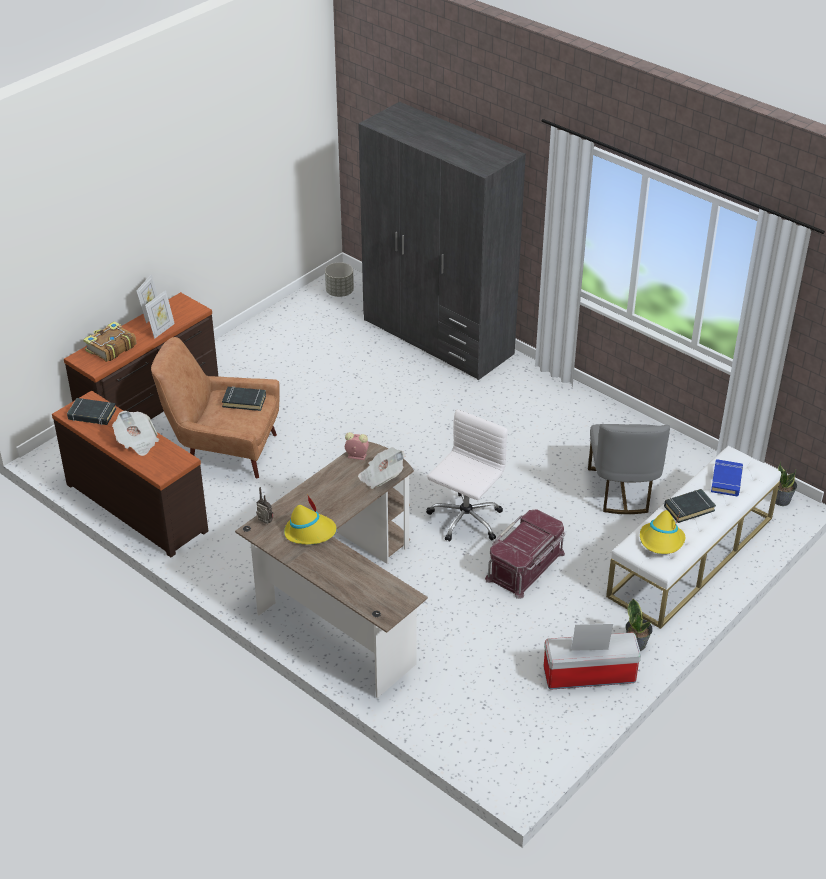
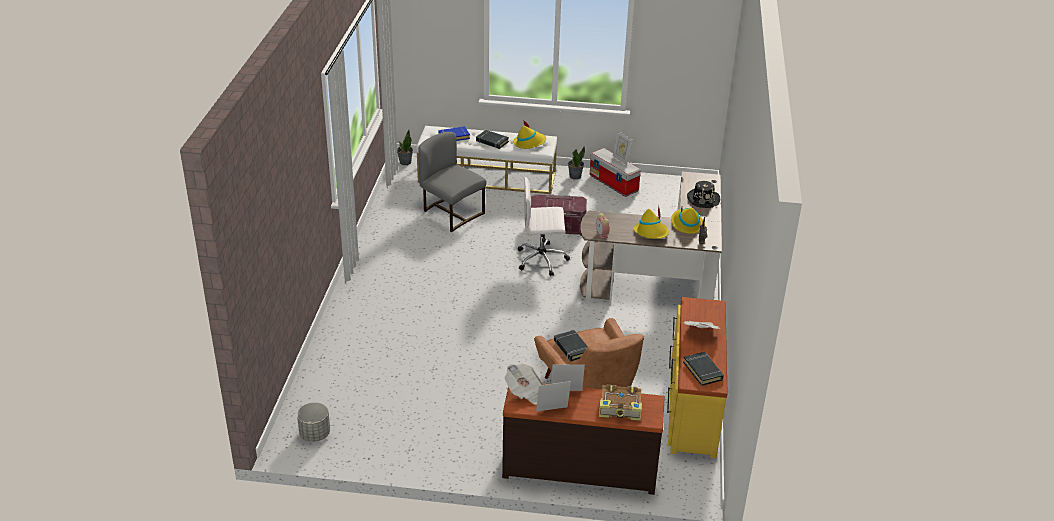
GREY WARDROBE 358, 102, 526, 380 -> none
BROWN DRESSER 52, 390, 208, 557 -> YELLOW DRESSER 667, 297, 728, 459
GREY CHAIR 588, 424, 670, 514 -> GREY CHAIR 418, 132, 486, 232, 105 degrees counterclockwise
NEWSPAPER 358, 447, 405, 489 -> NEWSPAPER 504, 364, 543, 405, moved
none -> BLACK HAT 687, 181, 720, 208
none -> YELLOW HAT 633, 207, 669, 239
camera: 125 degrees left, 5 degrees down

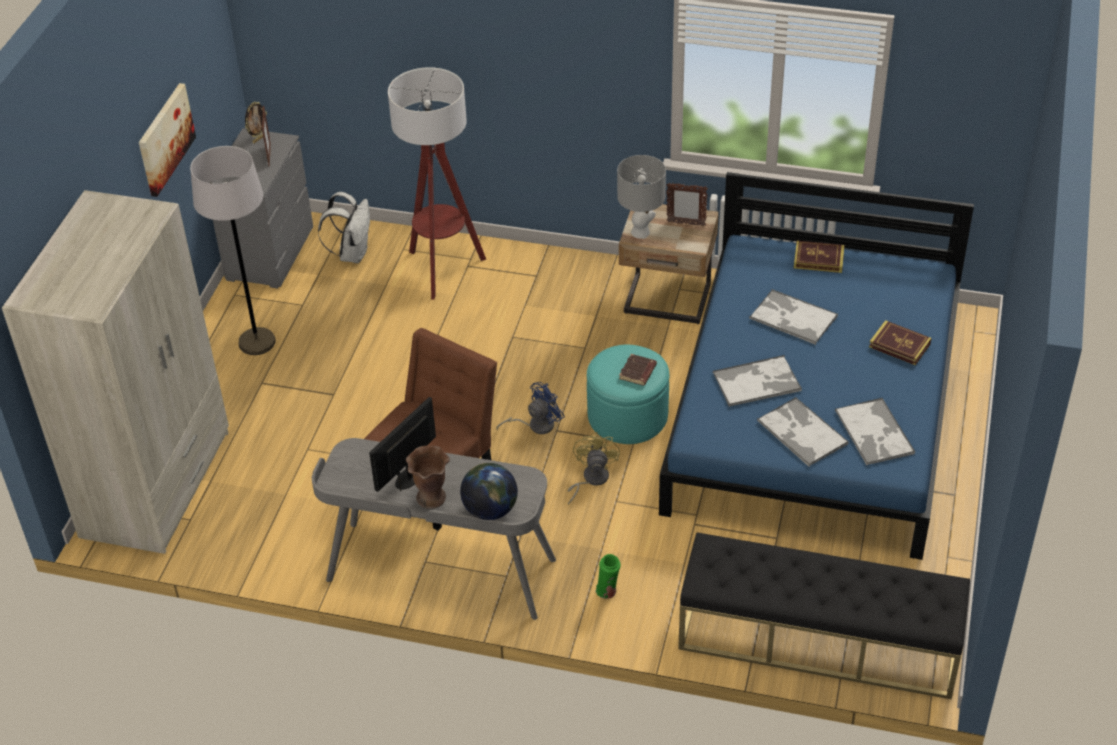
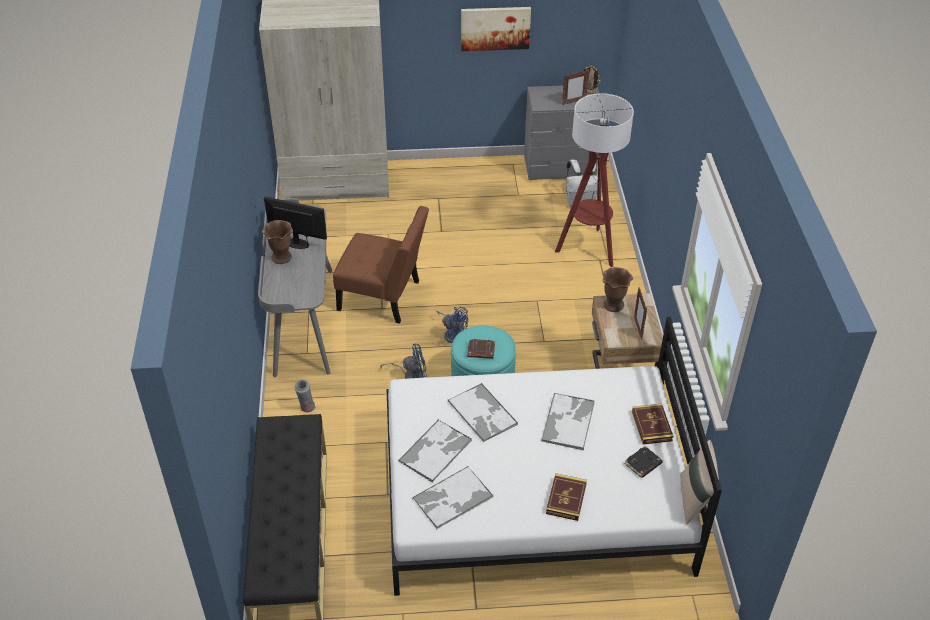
GREY FLOOR LAMP 190, 146, 276, 355 -> none
GREY TABLE LAMP 617, 155, 666, 239 -> BROWN VASE 602, 267, 633, 312
BLUE BED 659, 172, 974, 560 -> WHITE BED 386, 317, 722, 596
YELLOW FAN 568, 432, 620, 505 -> BLUE FAN 380, 343, 427, 379
GLOBE 460, 463, 518, 520 -> none
GREEN VASE 595, 554, 621, 599 -> GREY VASE 295, 380, 315, 412
none -> BEIGE PILLOW 680, 440, 719, 524
none -> BLACK BOOK 624, 446, 663, 478
camera: 70 degrees right, 0 degrees up

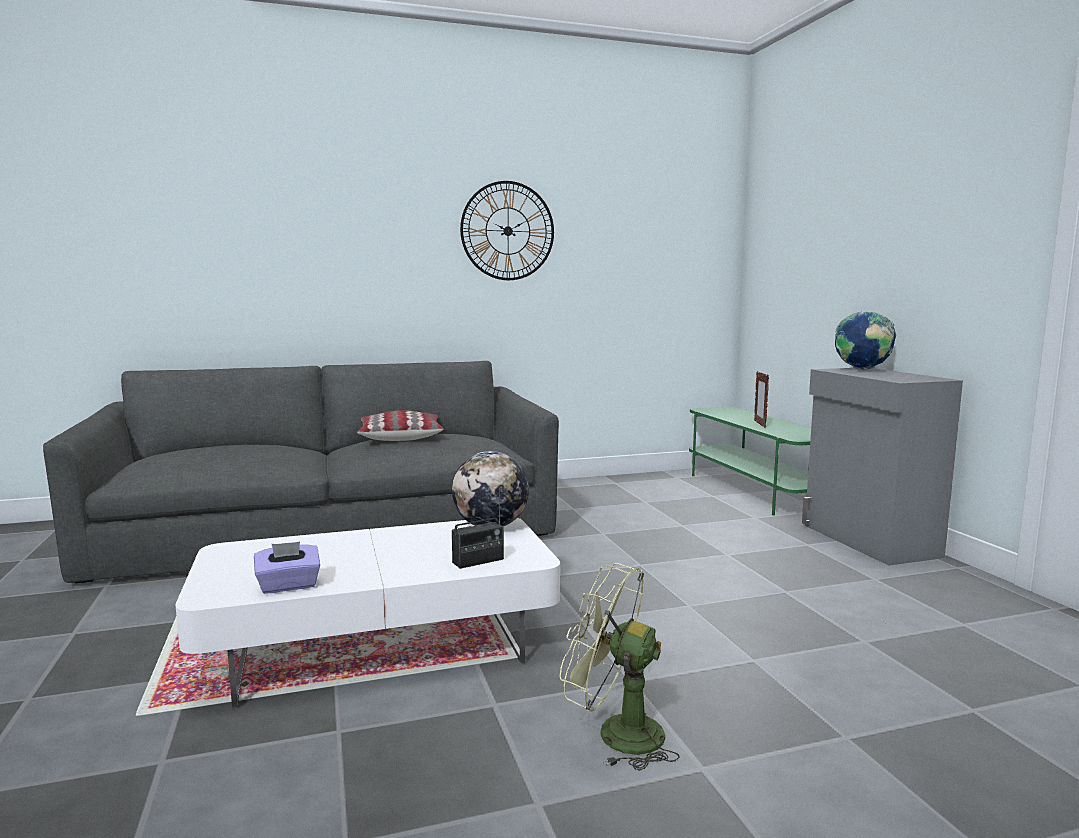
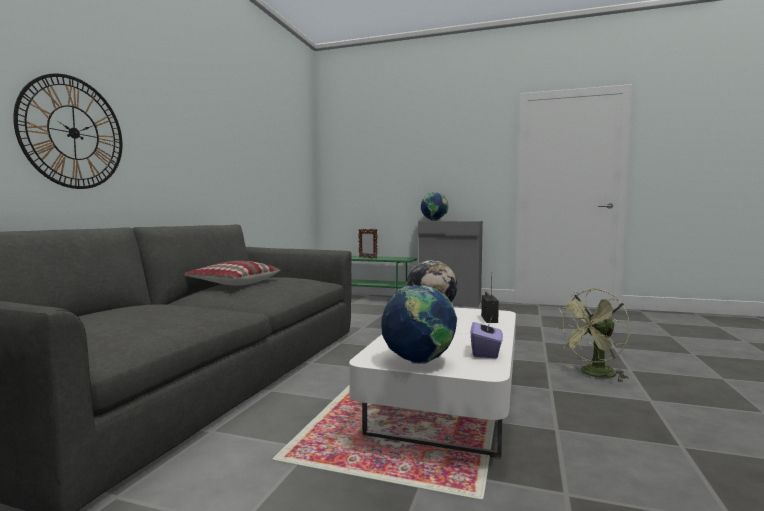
WALL CLOCK 460, 181, 554, 280 -> WALL CLOCK 13, 73, 122, 189, moved
none -> GLOBE 381, 285, 457, 364
camera: 55 degrees left, 5 degrees down

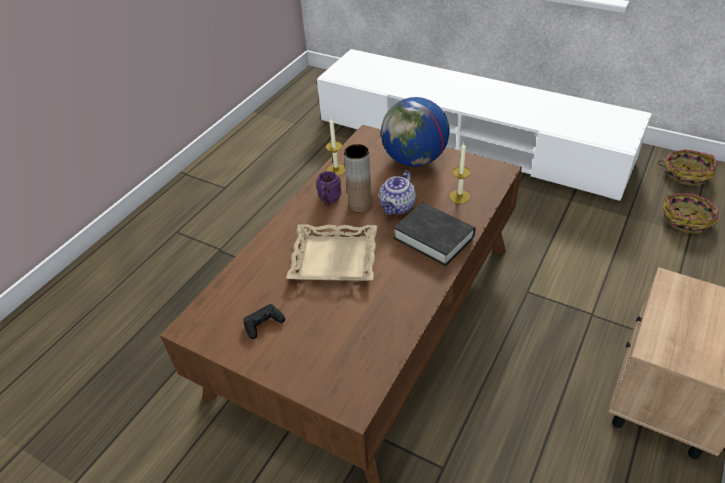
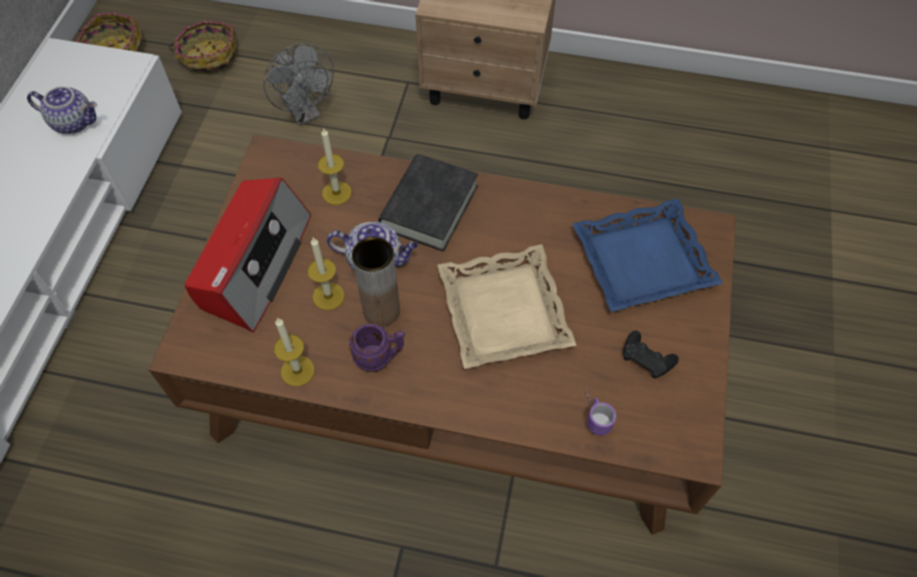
GLOBE 381, 97, 449, 167 -> RADIO 185, 178, 311, 332
none -> GREY FAN 263, 43, 334, 126
none -> TEAPOT 27, 86, 97, 134
none -> BLUE TRAY 573, 199, 723, 312
none -> CANDLE 307, 238, 345, 310
none -> MUG 584, 387, 616, 436
camera: 110 degrees left, 15 degrees up

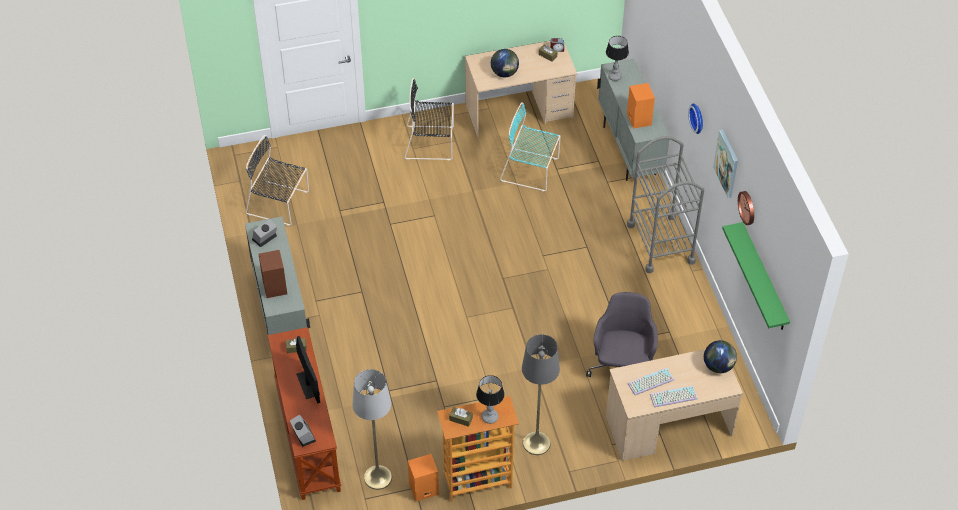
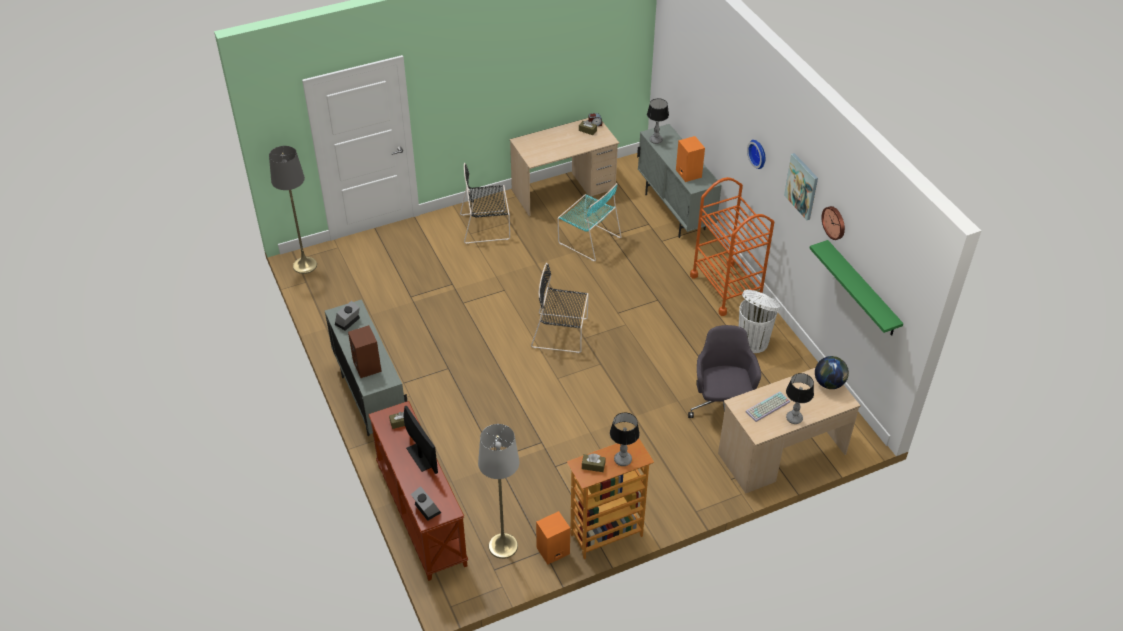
GLOBE 491, 49, 519, 77 -> none
TURQUOISE CHAIR 500, 102, 561, 191 -> TURQUOISE CHAIR 558, 183, 622, 261, 150 degrees counterclockwise
BLACK CHAIR 246, 135, 309, 226 -> BLACK CHAIR 531, 263, 589, 353, moved
GREY CART 627, 136, 704, 273 -> ORANGE CART 690, 177, 774, 316
GREY FLOOR LAMP 522, 334, 560, 455 -> GREY FLOOR LAMP 269, 146, 317, 274, moved
KEYBOARD 650, 386, 698, 407 -> TABLE LAMP 786, 373, 814, 424
none -> WHITE TRASH CAN 739, 290, 780, 353
camera: 10 degrees left, 5 degrees down

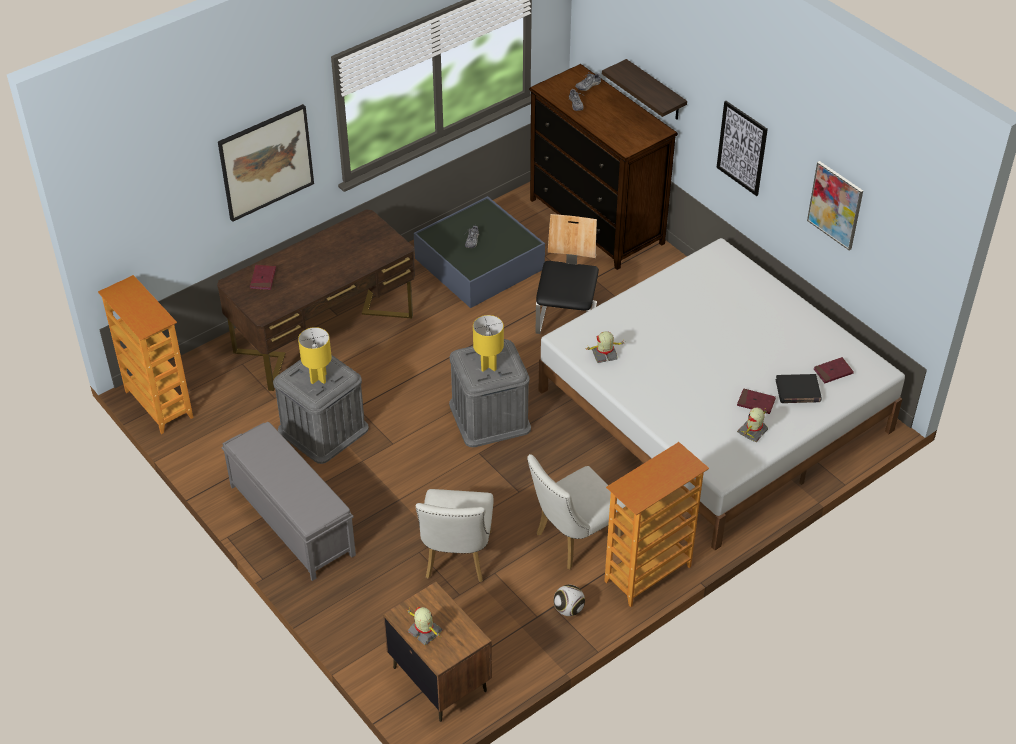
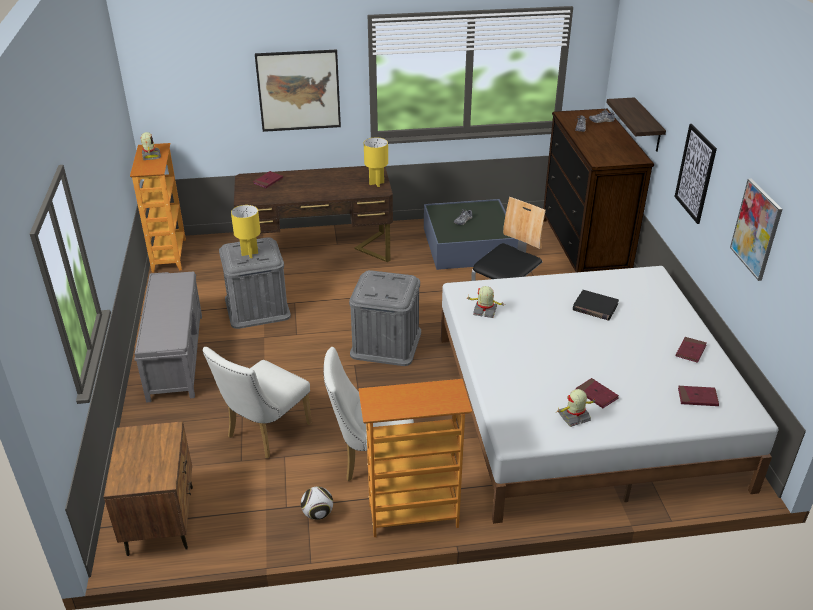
YELLOW TABLE LAMP 473, 315, 504, 372 -> YELLOW TABLE LAMP 364, 137, 388, 187, moved
BLACK BOOK 776, 374, 821, 403 -> BLACK BOOK 573, 290, 619, 321, moved
TOY ROBOT 408, 607, 443, 646 -> TOY ROBOT 141, 132, 161, 160, moved
none -> RED BOOK 676, 337, 707, 363
camera: 30 degrees right, 10 degrees down

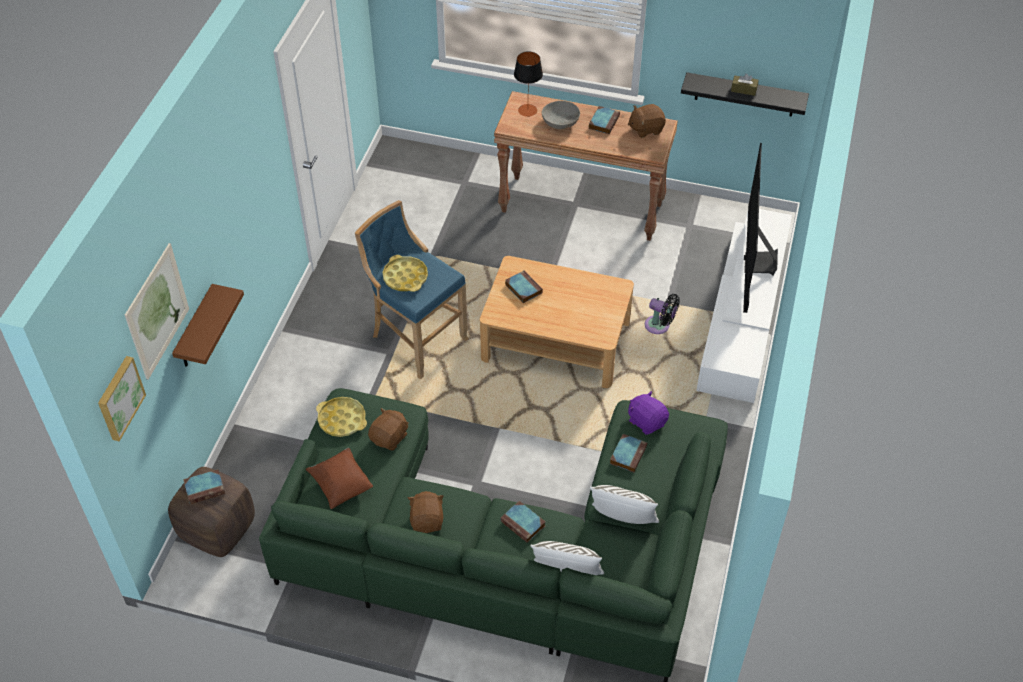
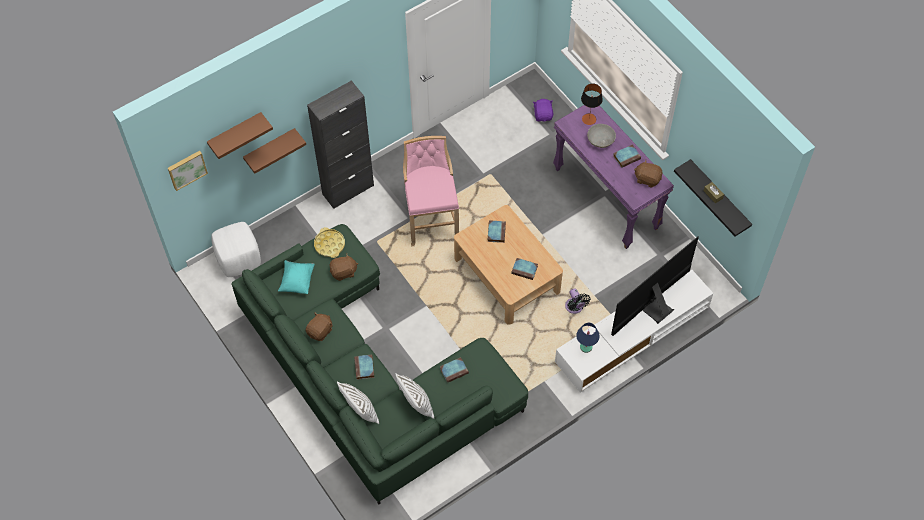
BROWN CONSOLE TABLE 494, 91, 678, 241 -> PURPLE CONSOLE TABLE 553, 105, 674, 249
BLUE STOOL 355, 200, 469, 379 -> PINK STOOL 403, 136, 459, 247
PICTURE 125, 243, 189, 380 -> BROWN SHELF 207, 112, 273, 159
YELLOW TRAY 383, 255, 428, 292 -> none
PURPLE PLUSH TOY 628, 391, 669, 435 -> PURPLE PLUSH TOY 533, 99, 553, 121, moved
BROWN PILLOW 306, 448, 373, 509 -> TURQUOISE PILLOW 278, 260, 315, 294
BROWN OTTOMAN 168, 467, 255, 557 -> WHITE OTTOMAN 211, 222, 261, 277
BOOK 183, 469, 225, 504 -> BOOK 511, 258, 538, 280, moved
none -> BLACK CABINET 307, 80, 374, 209
none -> BLUE TABLE LAMP 576, 323, 600, 353
camera: 40 degrees right, 10 degrees up

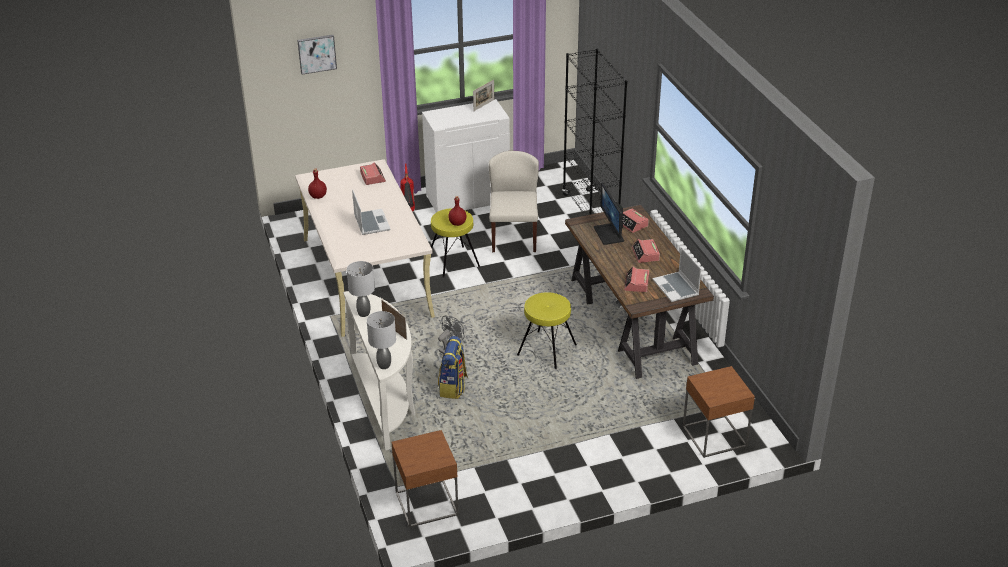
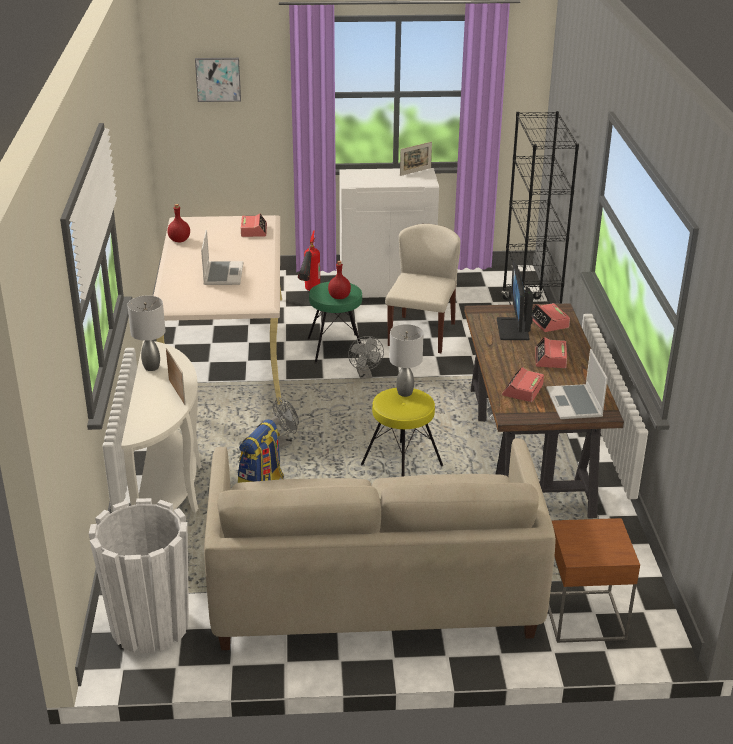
YELLOW STOOL 431, 208, 480, 278 -> GREEN STOOL 308, 282, 362, 364
GREY TABLE LAMP 367, 311, 396, 369 -> GREY TABLE LAMP 389, 324, 424, 397, moved
BROWN SIDE TABLE 392, 430, 459, 528 -> WHITE PLANTER 89, 498, 189, 653
none -> GREY FAN 348, 336, 384, 379
none -> BEIGE SOFA 204, 438, 556, 650
camera: 15 degrees right, 5 degrees down

